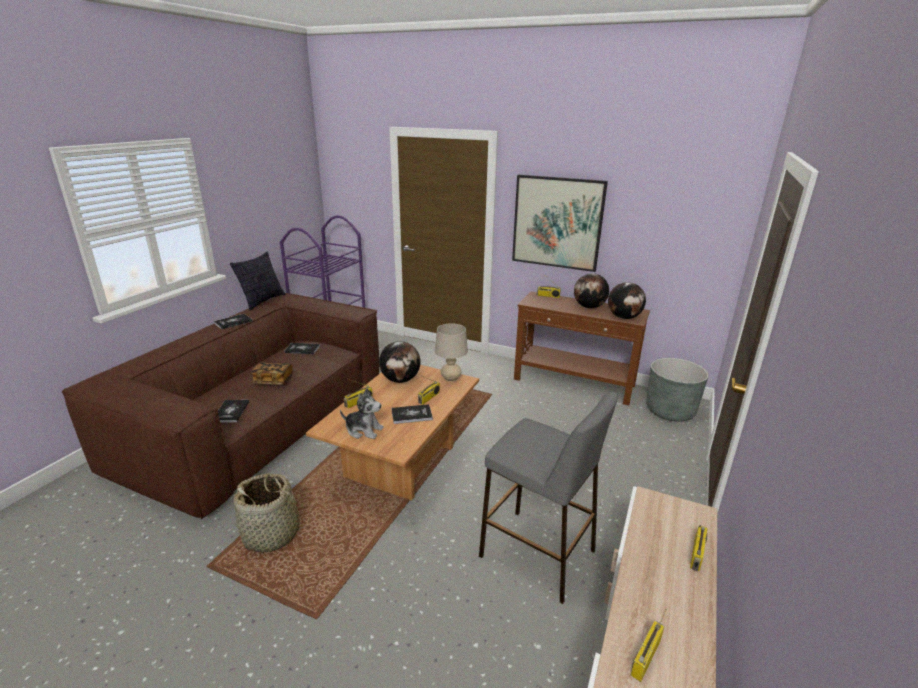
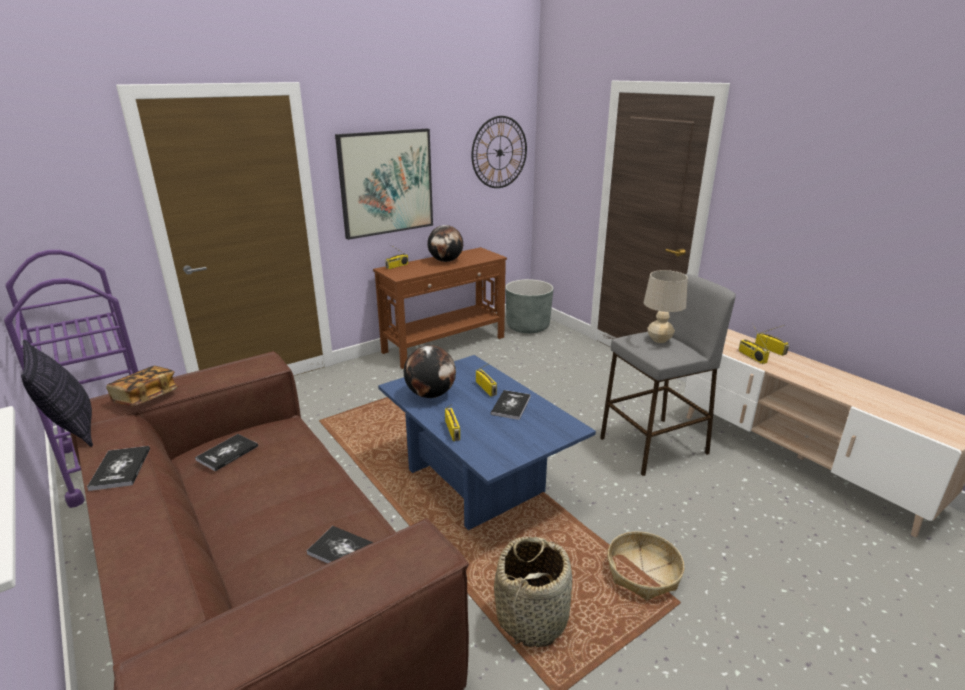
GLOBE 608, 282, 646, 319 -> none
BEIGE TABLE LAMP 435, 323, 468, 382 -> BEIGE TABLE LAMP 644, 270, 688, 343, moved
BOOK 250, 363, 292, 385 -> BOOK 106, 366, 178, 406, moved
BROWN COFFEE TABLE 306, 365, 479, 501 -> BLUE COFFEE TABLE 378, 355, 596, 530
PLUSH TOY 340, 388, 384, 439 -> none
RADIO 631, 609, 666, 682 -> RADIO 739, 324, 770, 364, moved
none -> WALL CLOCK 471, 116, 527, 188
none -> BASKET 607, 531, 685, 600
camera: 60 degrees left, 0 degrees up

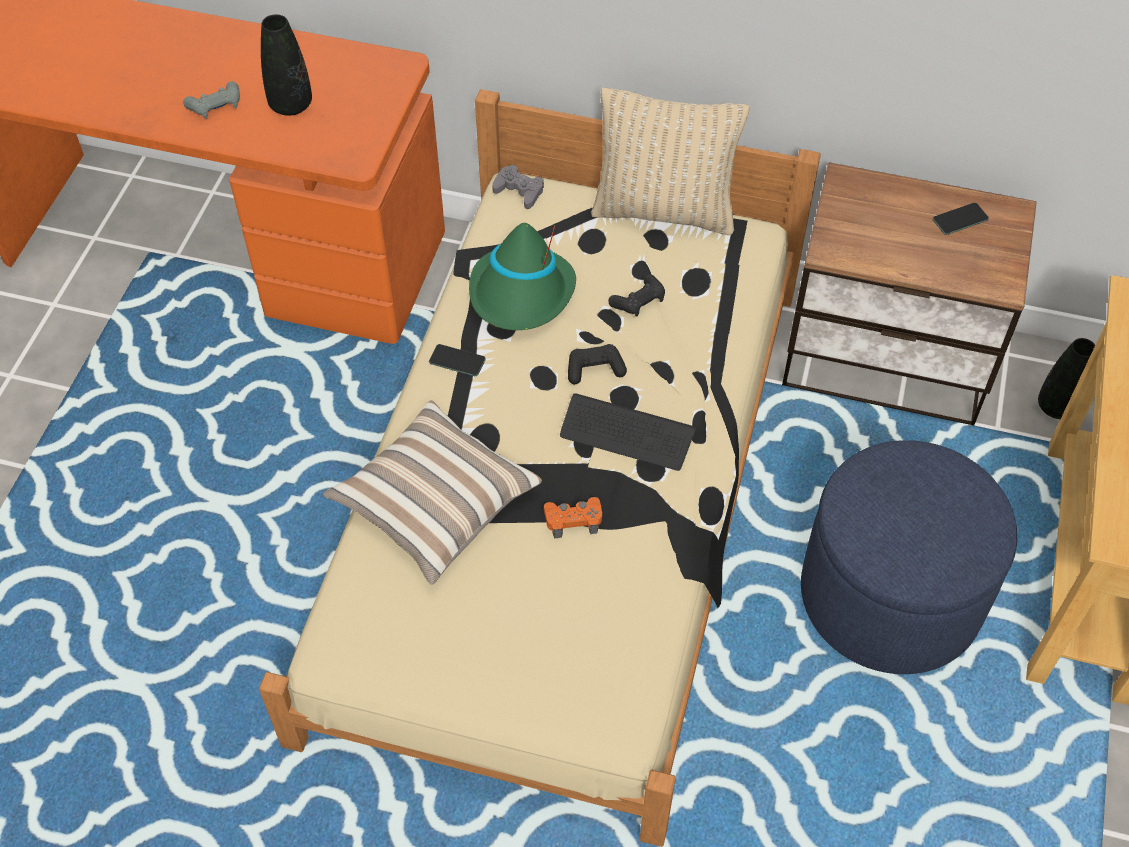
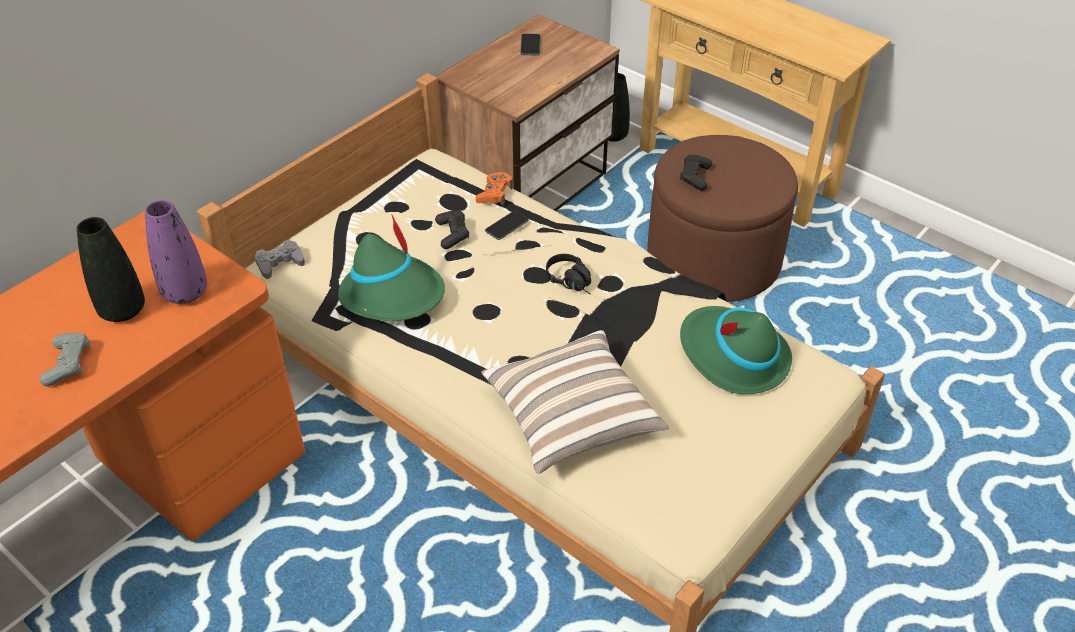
BEIGE PILLOW 591, 88, 749, 235 -> none
PHONE 429, 344, 486, 376 -> PHONE 485, 211, 529, 240, moved
BLACK GAME CONTROLLER 568, 344, 627, 384 -> BLACK GAME CONTROLLER 680, 155, 712, 191, moved
KEYBOARD 560, 393, 696, 471 -> BLACK HEADPHONES 546, 254, 591, 295
BLUE OTTOMAN 801, 440, 1017, 674 -> BROWN OTTOMAN 647, 135, 798, 302
ORANGE GAME CONTROLLER 544, 497, 602, 539 -> ORANGE GAME CONTROLLER 476, 172, 513, 205, moved
none -> PURPLE VASE 145, 200, 207, 304
none -> GREEN HAT 680, 306, 792, 394
camera: 65 degrees left, 10 degrees down

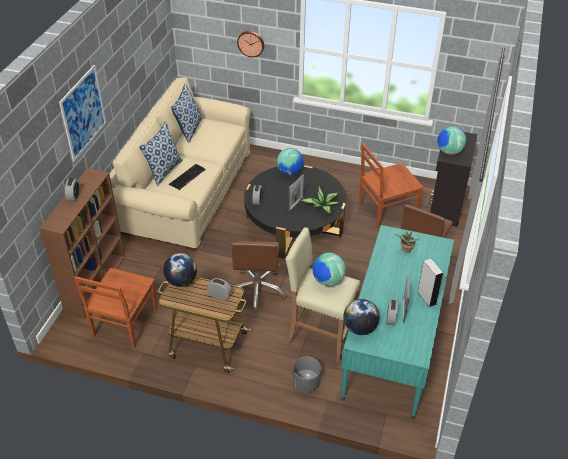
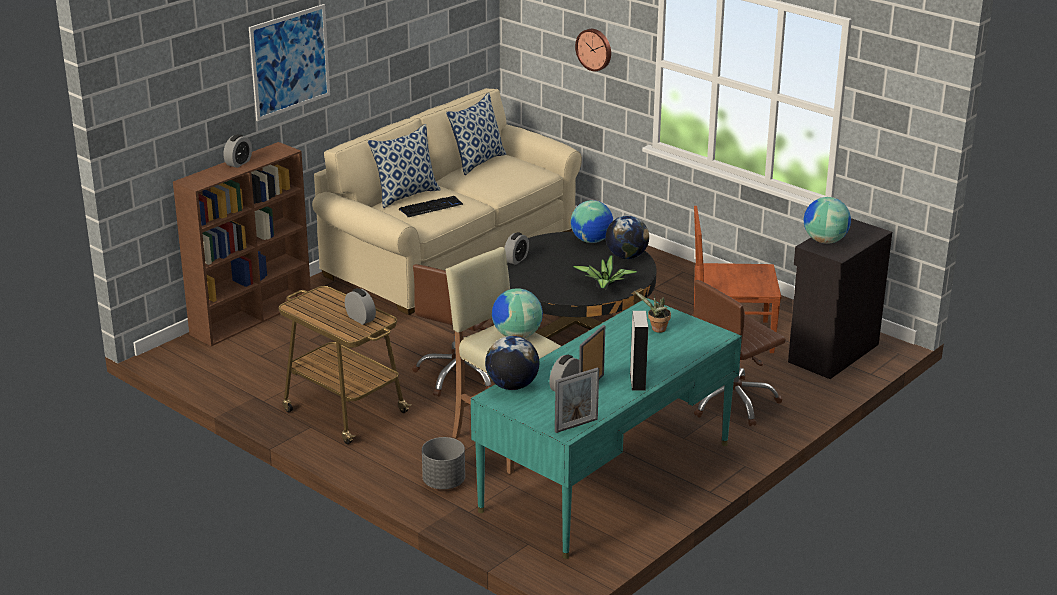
PICTURE FRAME 288, 175, 304, 211 -> PICTURE FRAME 555, 367, 599, 433, moved
GLOBE 163, 253, 197, 287 -> GLOBE 606, 215, 649, 259, moved
BROWN CHAIR 74, 268, 158, 348 -> none
camera: 25 degrees right, 15 degrees down

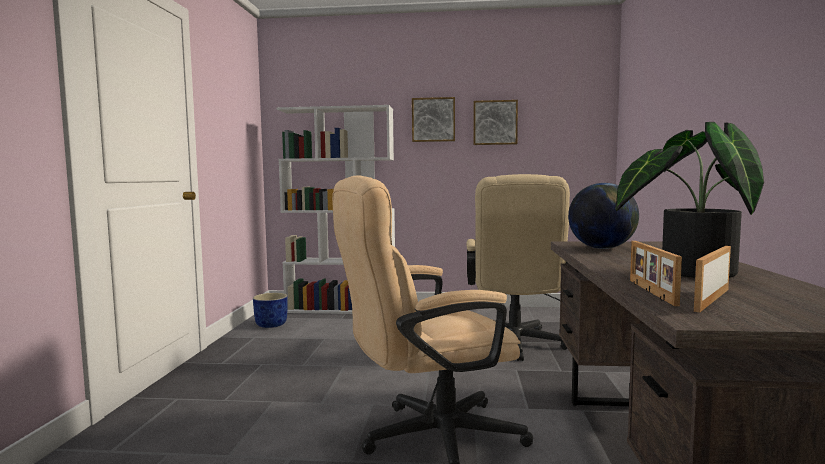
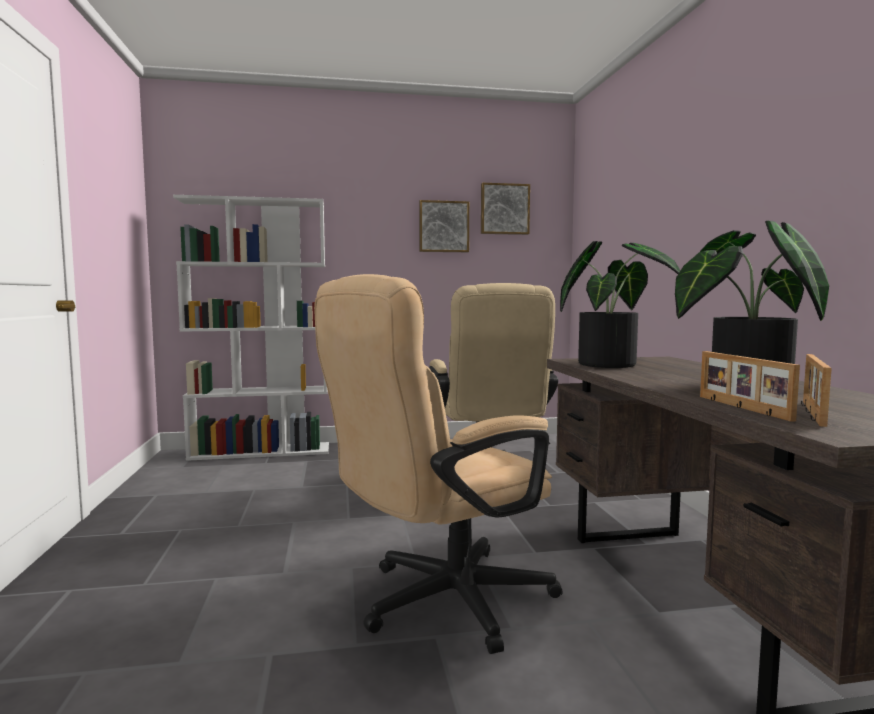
PICTURE 412, 97, 455, 142 -> PICTURE 481, 183, 530, 235, moved
GLOBE 568, 183, 639, 249 -> POTTED PLANT 560, 241, 681, 368
BLUE PLANTER 253, 293, 287, 328 -> none
camera: 15 degrees left, 0 degrees up

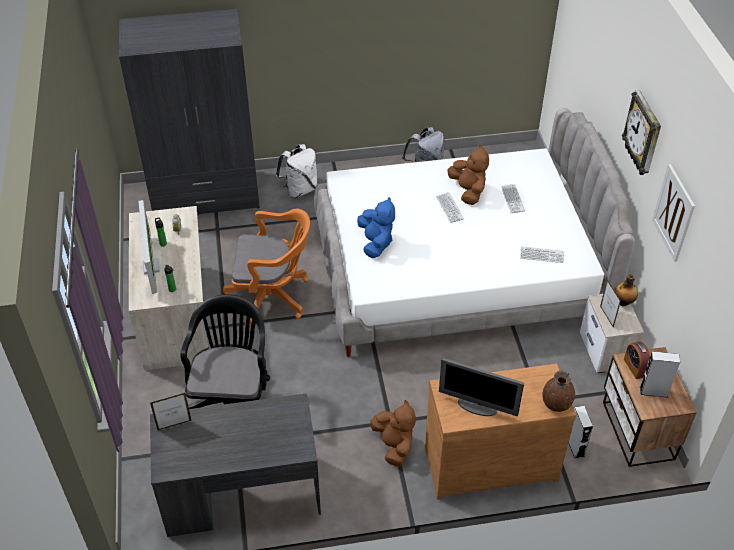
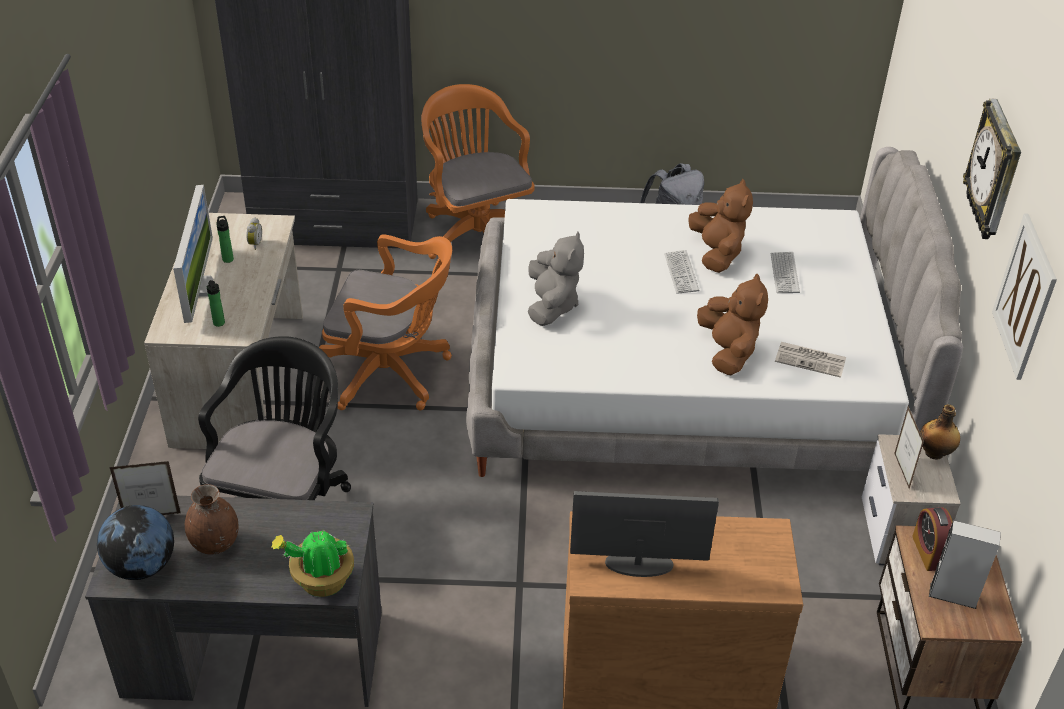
WHITE BACKPACK 276, 144, 317, 198 -> ORANGE OFFICE CHAIR 421, 84, 535, 259
BLUE PLUSH TOY 357, 197, 395, 258 -> GREY PLUSH TOY 528, 231, 584, 326
KEYBOARD 520, 246, 564, 263 -> NEWSPAPER 775, 342, 846, 378
MONITOR 439, 358, 524, 416 -> MONITOR 570, 491, 719, 577, 150 degrees clockwise
BROWN VASE 542, 371, 575, 412 -> BROWN VASE 185, 484, 239, 555, moved
BROWN PLUSH TOY 371, 399, 416, 466 -> BROWN PLUSH TOY 697, 273, 768, 375, moved
GREY SPEAKER 569, 406, 593, 459 -> none
none -> GLOBE 97, 505, 174, 580
none -> POTTED PLANT 271, 530, 354, 597
camera: 10 degrees right, 5 degrees down

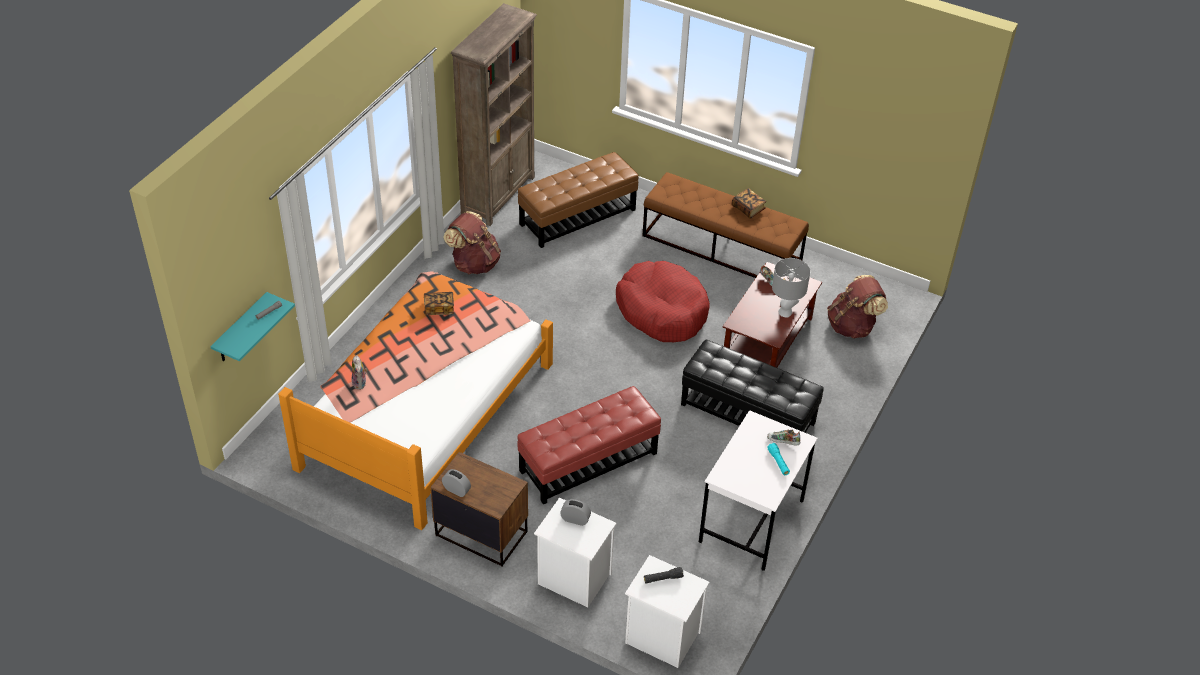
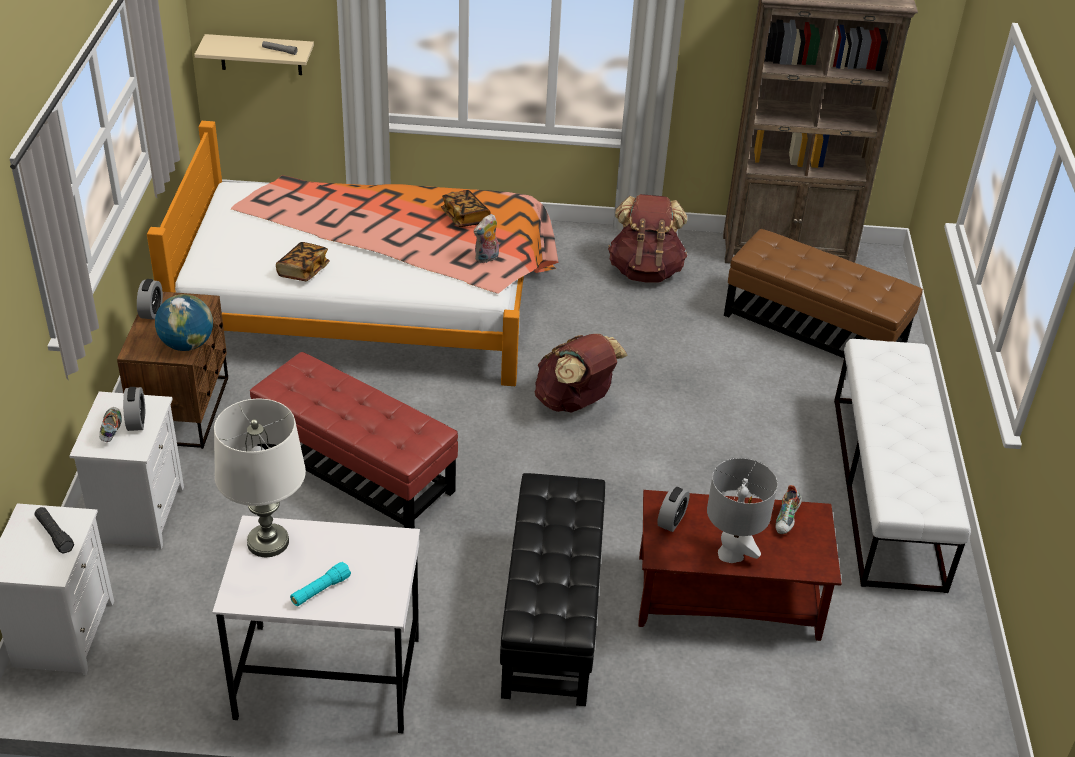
BROWN BENCH 642, 172, 809, 278 -> WHITE BENCH 834, 339, 971, 593
BOOK 732, 188, 766, 218 -> BOOK 276, 242, 330, 281, moved
RED DOG BED 616, 261, 710, 342 -> none
BROWN BACKPACK 827, 275, 888, 339 -> BROWN BACKPACK 535, 334, 628, 413, moved
TURQUOISE SHELF 210, 292, 295, 361 -> BEIGE SHELF 194, 34, 314, 75
PLUSH TOY 352, 355, 368, 390 -> PLUSH TOY 474, 214, 499, 263, moved
SHOE 767, 429, 801, 445 -> SHOE 99, 407, 122, 442, moved
none -> GLOBE 155, 294, 213, 351
none -> WHITE TABLE LAMP 214, 399, 306, 557
none -> ALARM CLOCK 657, 486, 690, 532
camera: 65 degrees right, 5 degrees down

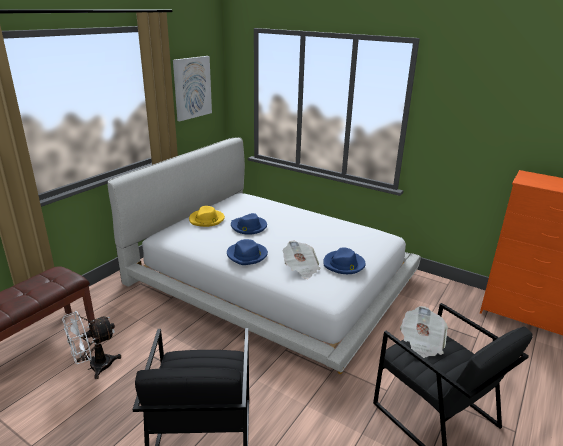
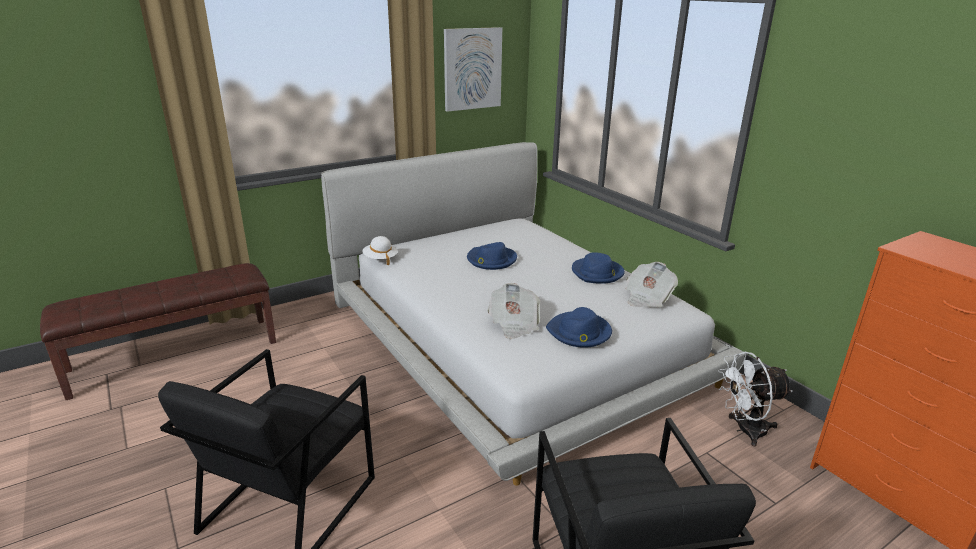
YELLOW HAT 189, 206, 225, 227 -> none
BLUE HAT 227, 239, 268, 265 -> BLUE HAT 572, 252, 625, 284, moved
NEWSPAPER 400, 306, 448, 358 -> NEWSPAPER 626, 262, 678, 307, moved
WHITE FAN 62, 311, 121, 379 -> WHITE FAN 718, 352, 793, 447, moved
none -> WHITE HAT 362, 236, 398, 265
camera: 25 degrees right, 0 degrees up

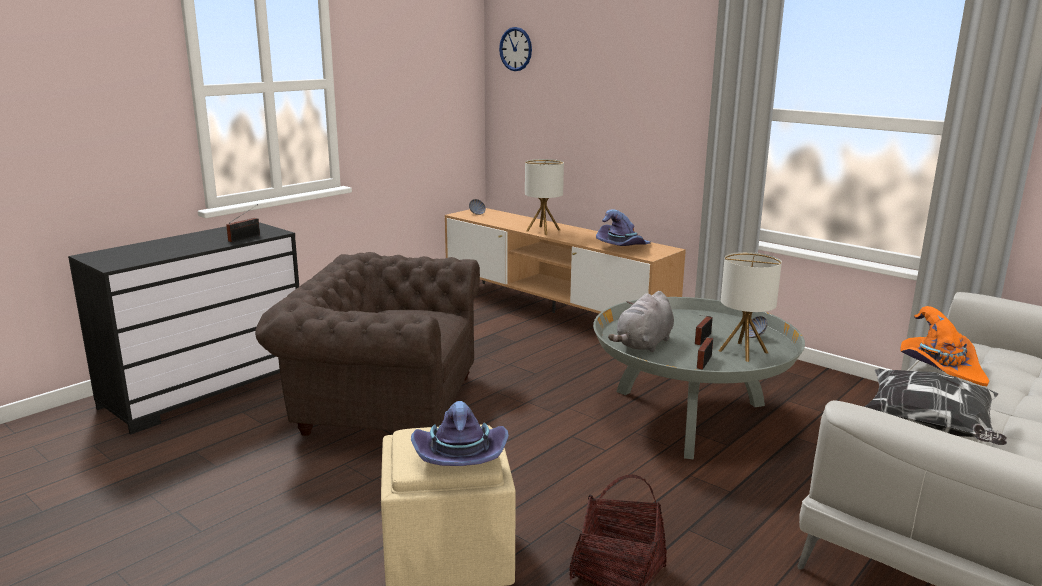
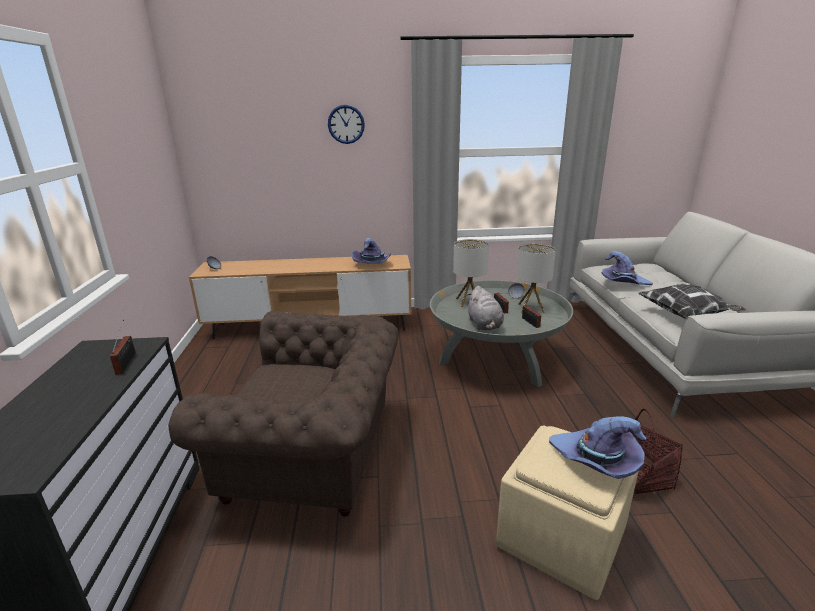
WALL CLOCK 499, 27, 532, 71 -> WALL CLOCK 328, 105, 365, 144, moved
TABLE LAMP 525, 159, 564, 235 -> TABLE LAMP 453, 239, 489, 307, moved
BROWN ARMCHAIR 255, 252, 480, 436 -> BROWN ARMCHAIR 168, 311, 398, 517, 135 degrees counterclockwise
ORANGE HAT 900, 306, 989, 386 -> PURPLE HAT 602, 251, 653, 285
camera: 45 degrees left, 5 degrees up

